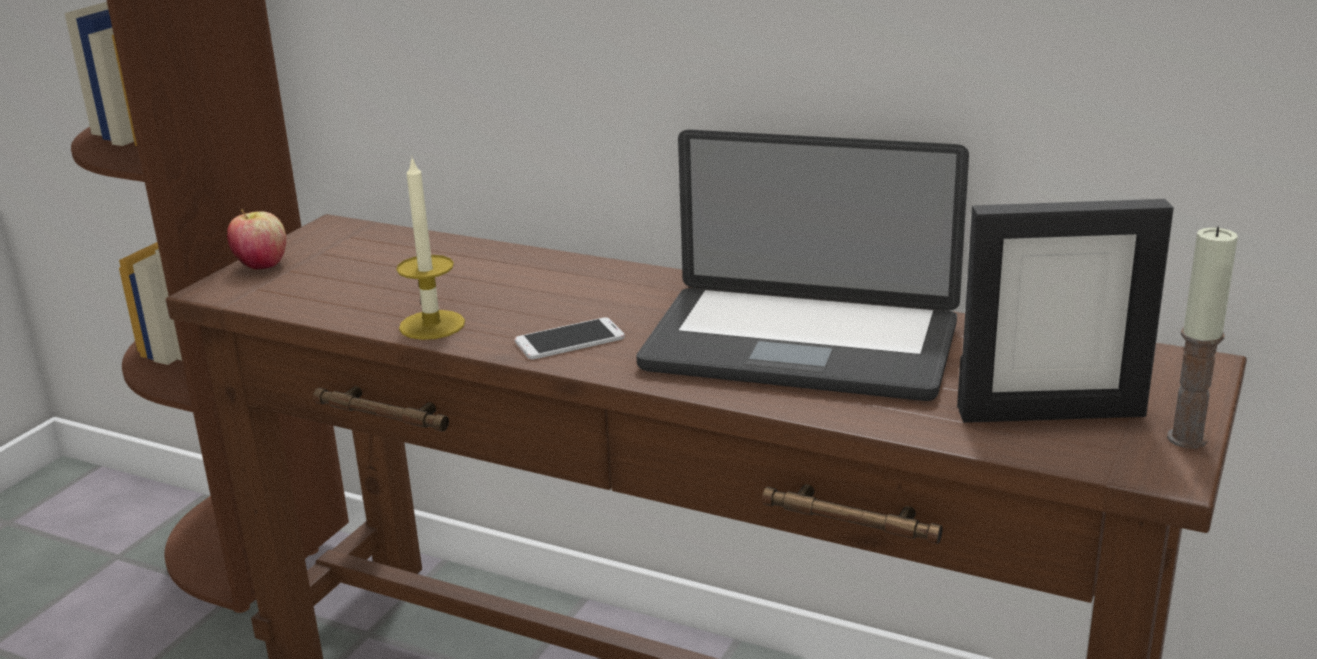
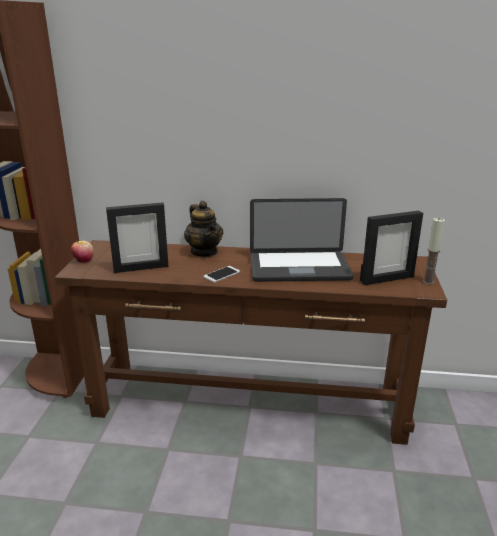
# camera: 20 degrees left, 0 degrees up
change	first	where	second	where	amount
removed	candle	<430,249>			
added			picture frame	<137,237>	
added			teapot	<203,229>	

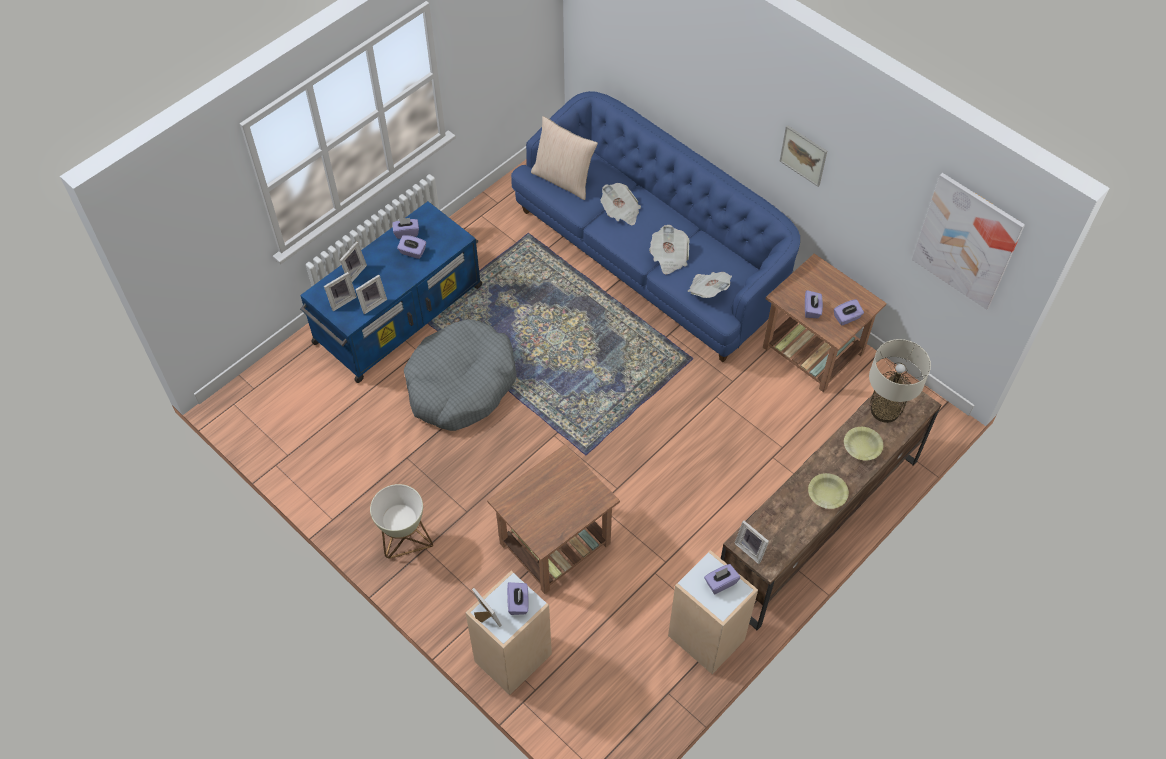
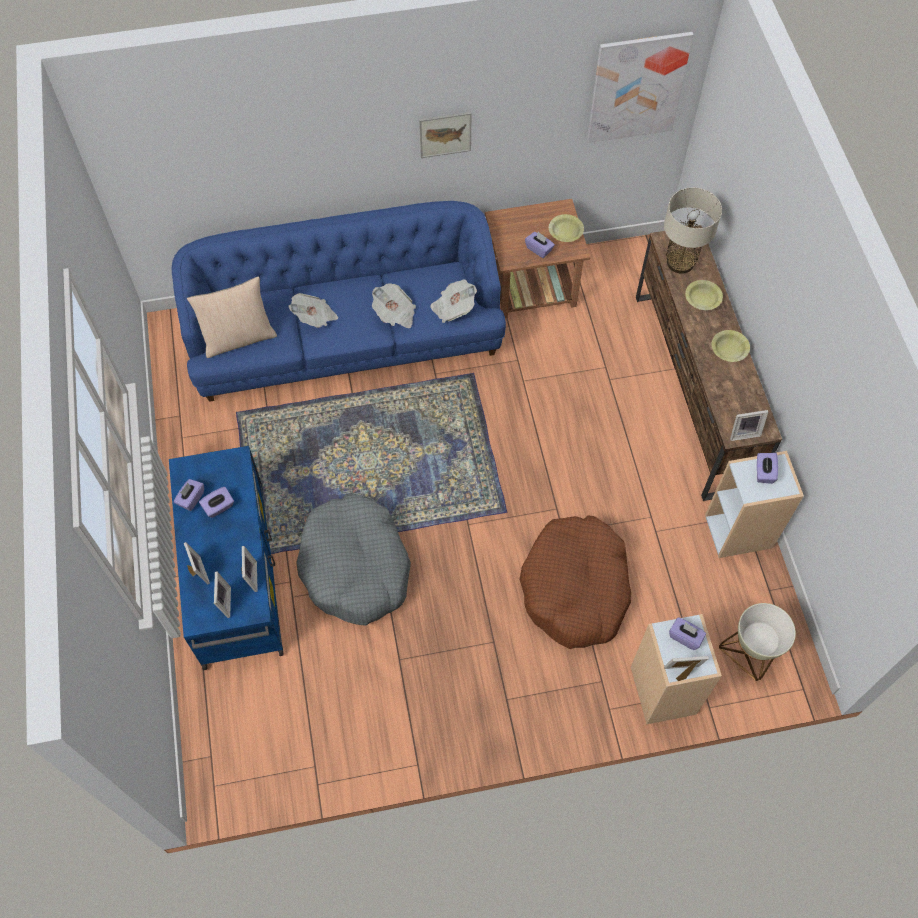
# camera: 55 degrees left, 5 degrees up
change	first	where	second	where	amount
moved	planter	<401,521>		<757,642>	
replaced	brown side table	<553,519>	brown dog bed	<575,582>	
replaced	purple tissue box	<849,312>	yellow bowl	<566,228>	

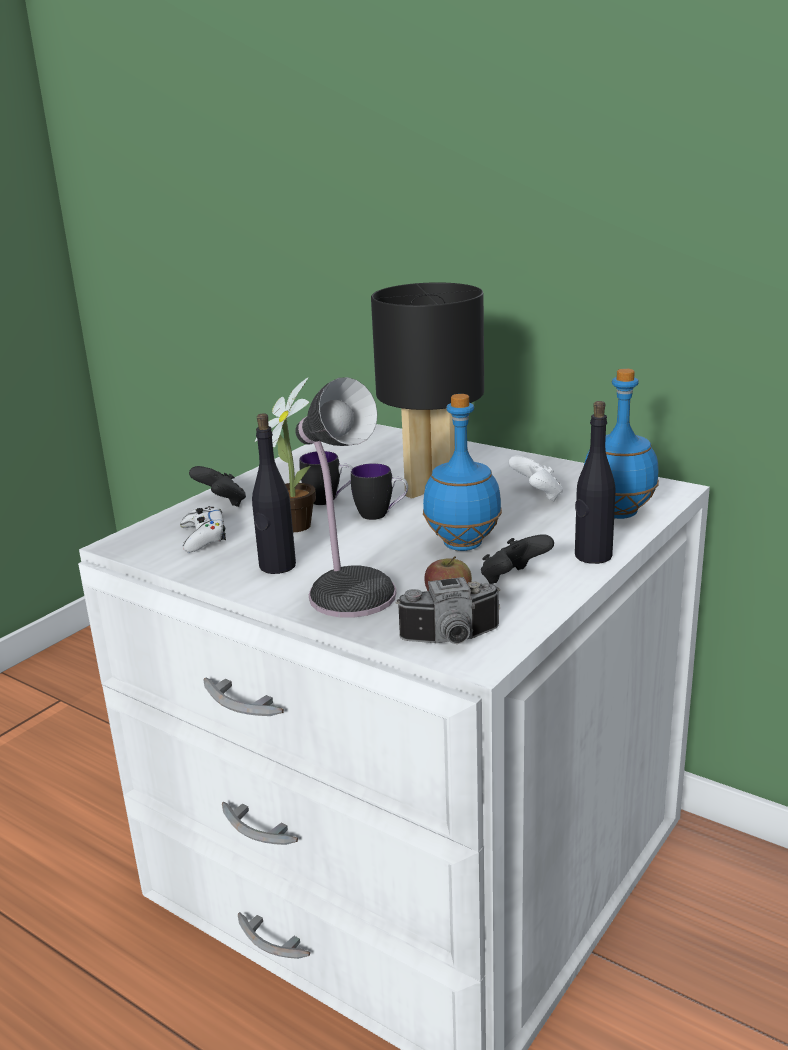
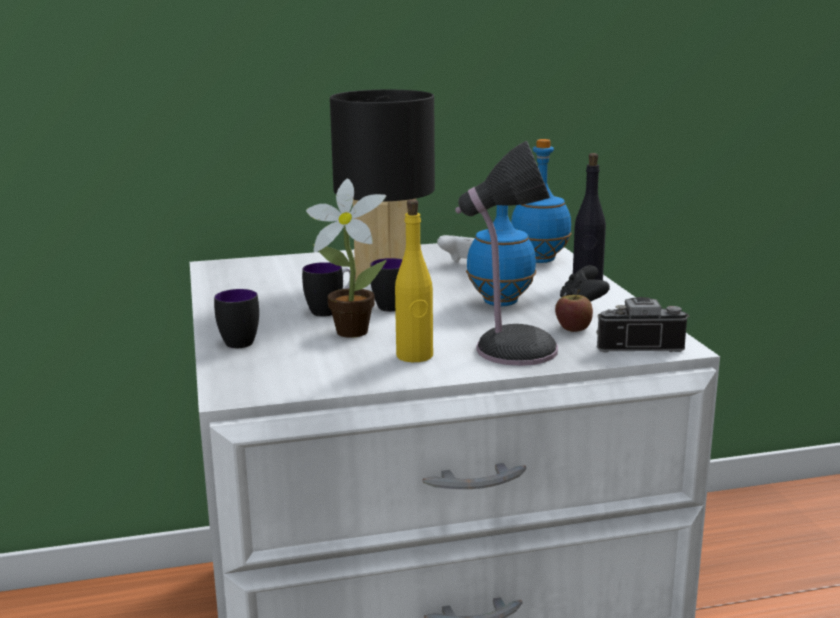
# camera: 50 degrees left, 5 degrees down
change	first	where	second	where	amount
removed	white game controller	<203,529>			
replaced	black game controller	<217,486>	mug	<236,318>	
recoloured	black bottle	<274,494>	yellow bottle	<414,280>	
turned	photo camera	<448,610>		<643,325>	120 degrees counterclockwise

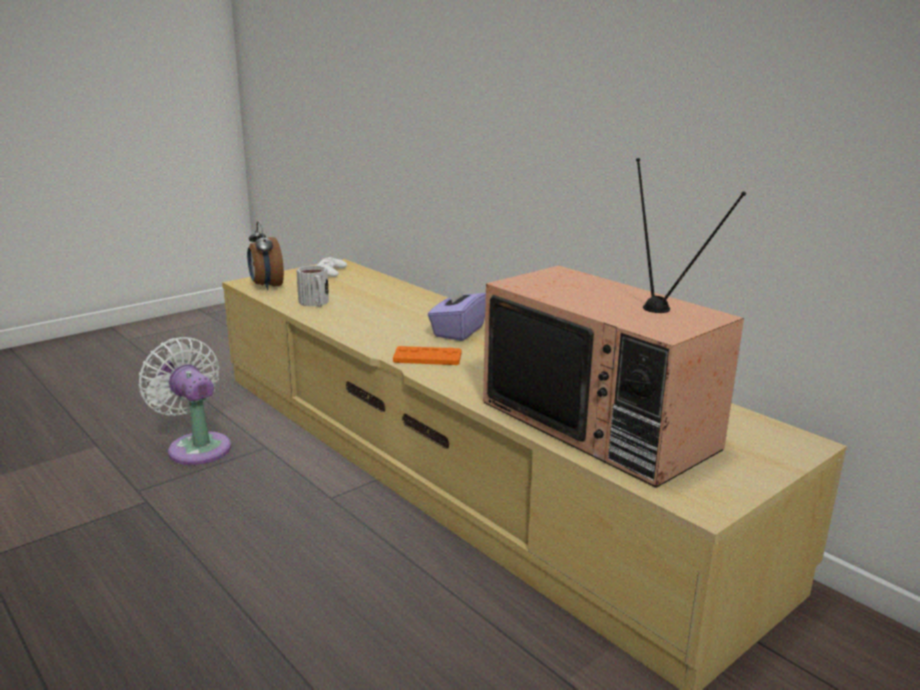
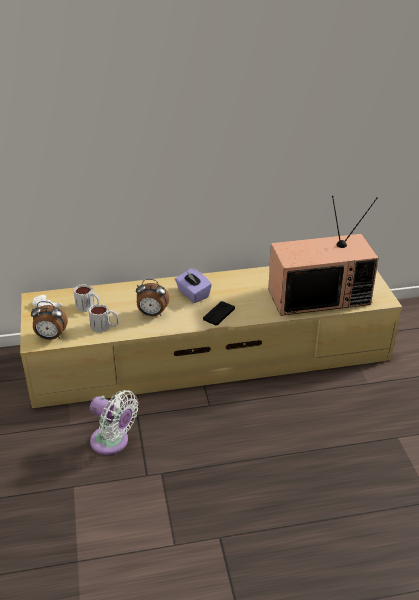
# camera: 60 degrees left, 15 degrees up
change	first	where	second	where	amount
added			mug	<86,298>	
added			alarm clock	<152,297>	
recoloured	orange game controller	<427,355>	black game controller	<219,313>	
turned	white fan	<185,401>		<114,422>	135 degrees counterclockwise

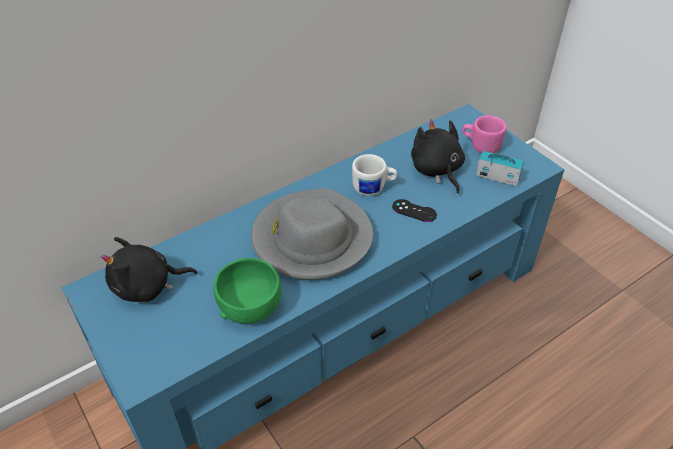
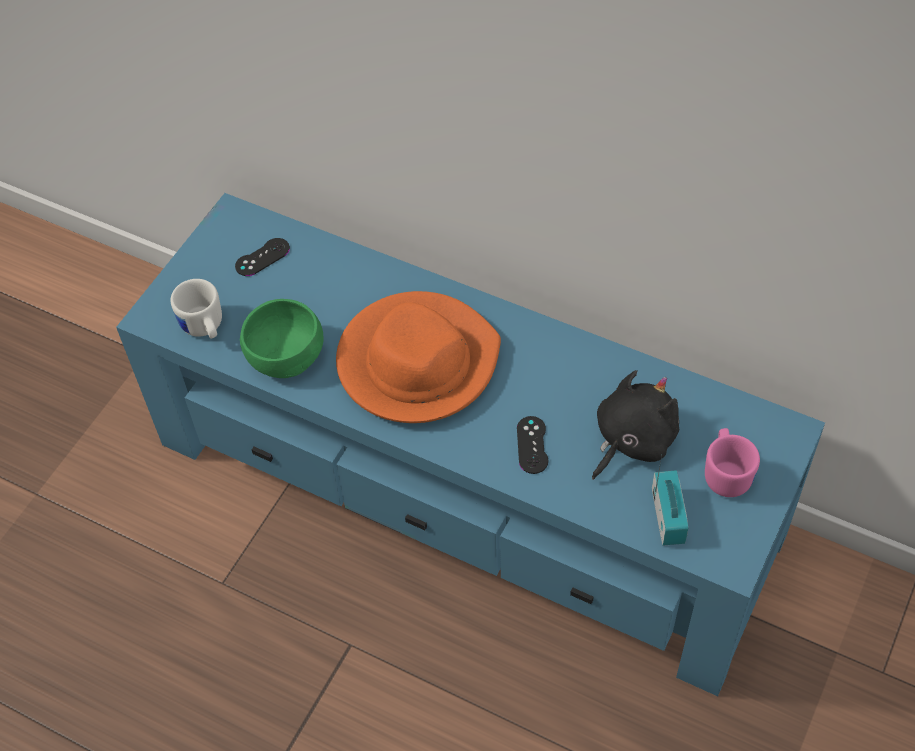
# camera: 65 degrees right, 10 degrees up
change	first	where	second	where	amount
moved	white mug	<374,175>		<196,309>	
replaced	black plush toy	<149,269>	black game controller	<262,257>	
recoloured	grey hat	<312,234>	orange hat	<418,357>	

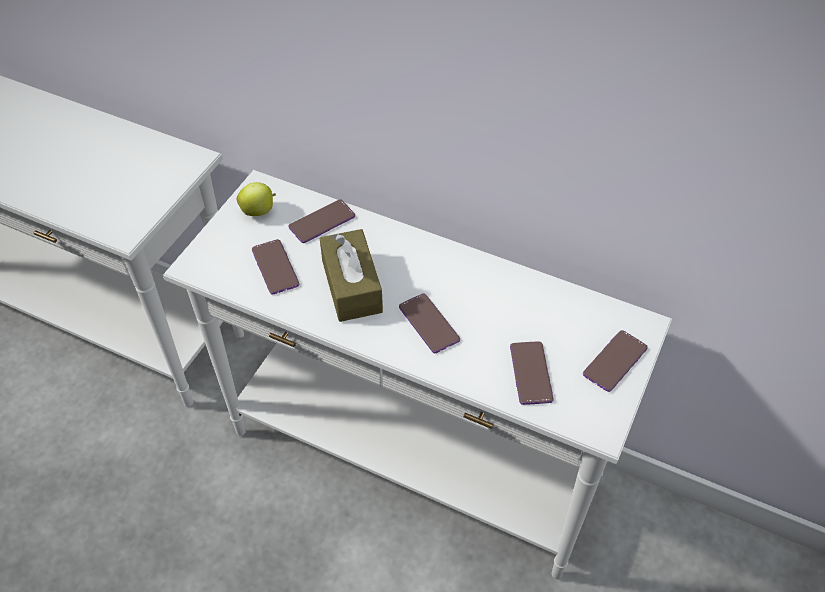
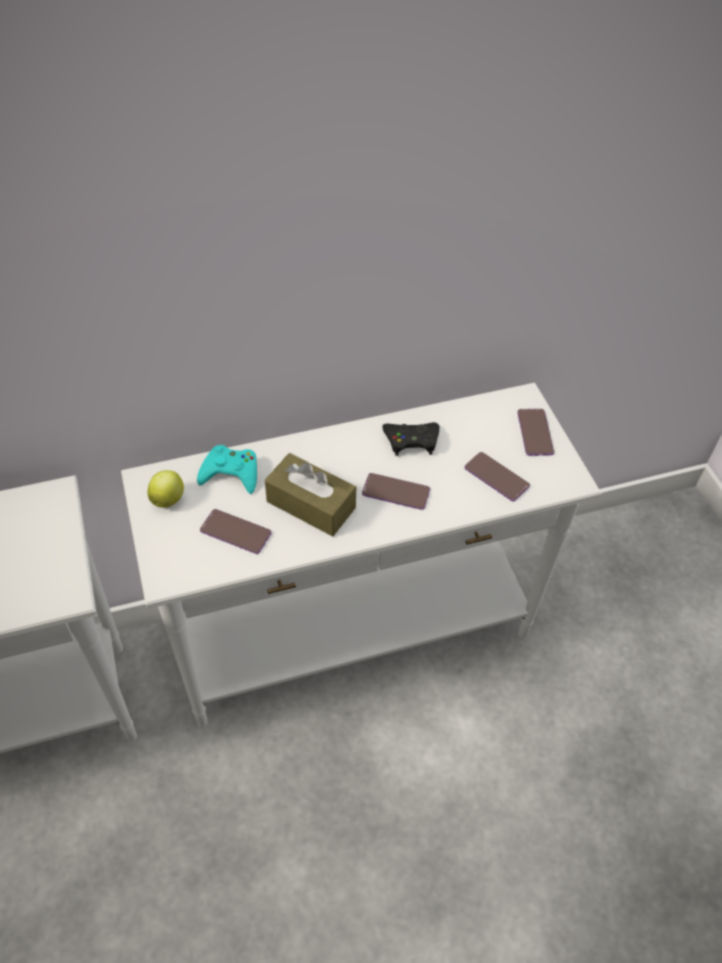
# camera: 45 degrees left, 0 degrees up
change	first	where	second	where	amount
added			black game controller	<410,439>	
replaced	phone	<321,221>	turquoise game controller	<227,469>	

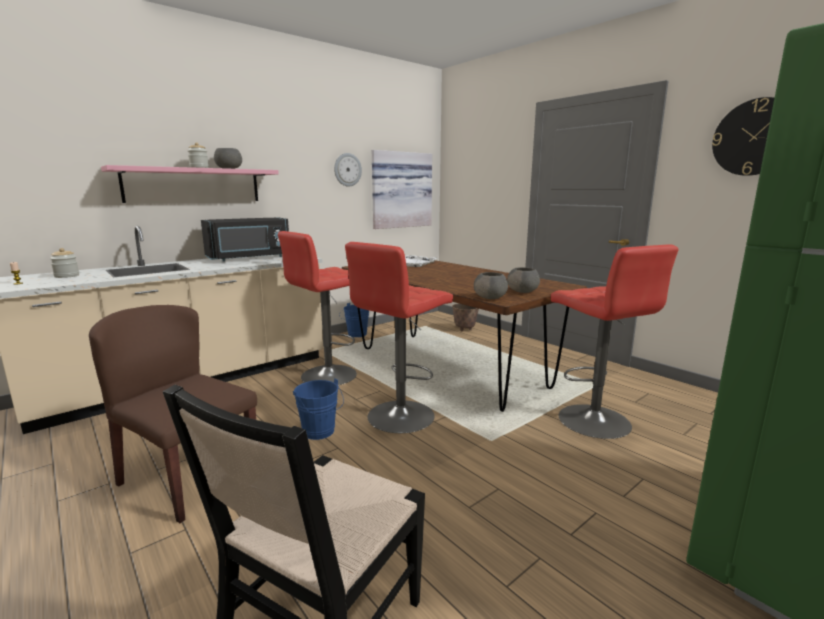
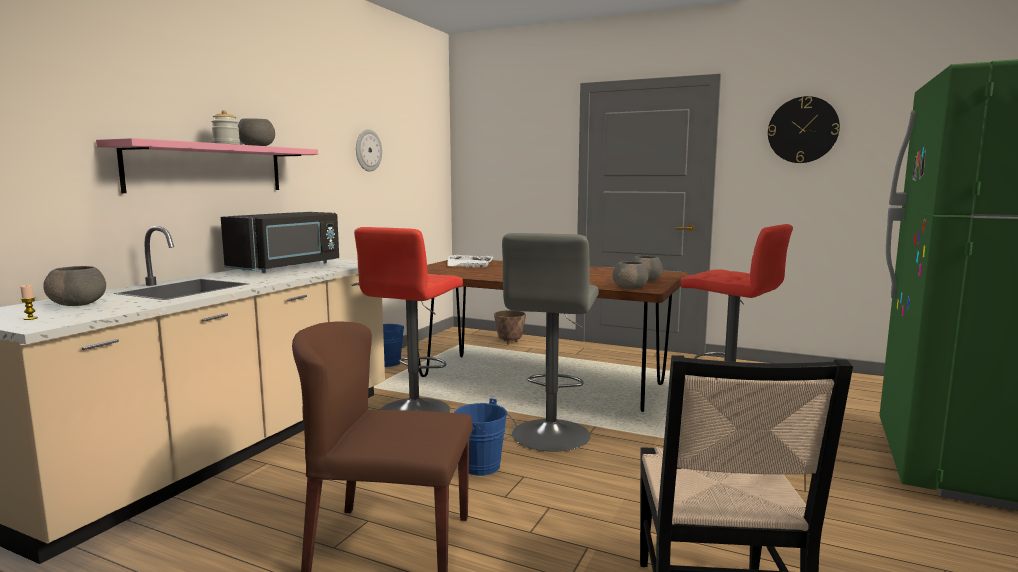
# camera: 25 degrees left, 5 degrees down
change	first	where	second	where	amount
removed	picture	<402,189>			
replaced	jar	<64,263>	grey bowl	<74,286>	
recoloured	red stool	<399,337>	grey stool	<550,342>	

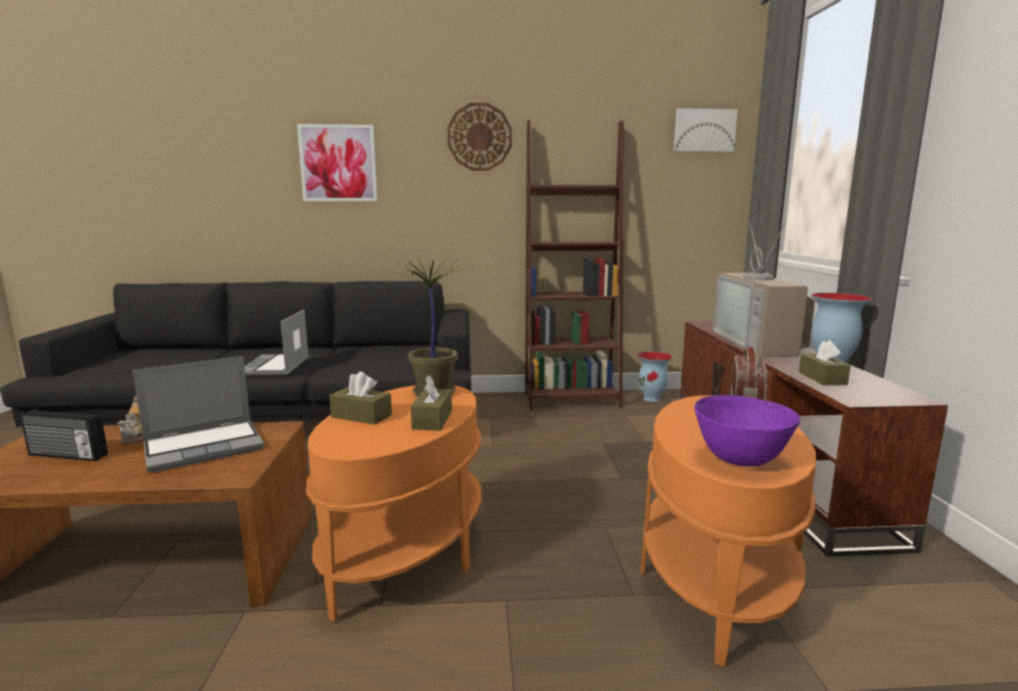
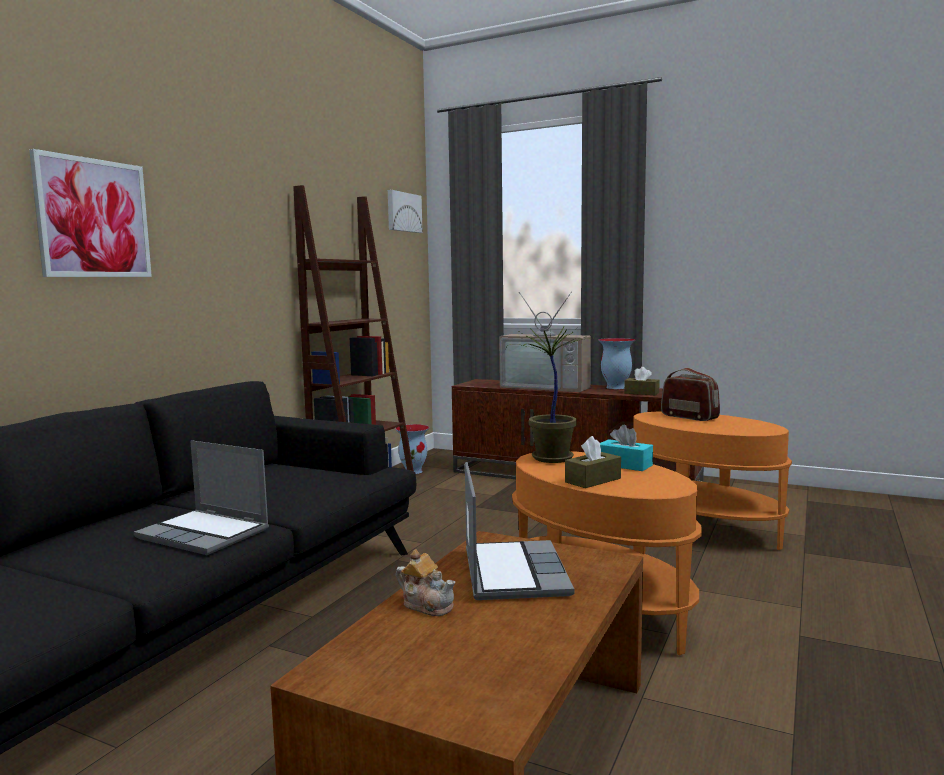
# camera: 60 degrees left, 5 degrees down
change	first	where	second	where	amount
removed	radio	<64,435>			
removed	wall clock	<479,137>			
removed	purple bowl	<747,430>			
recoloured	brown tissue box	<431,402>	turquoise tissue box	<626,448>	

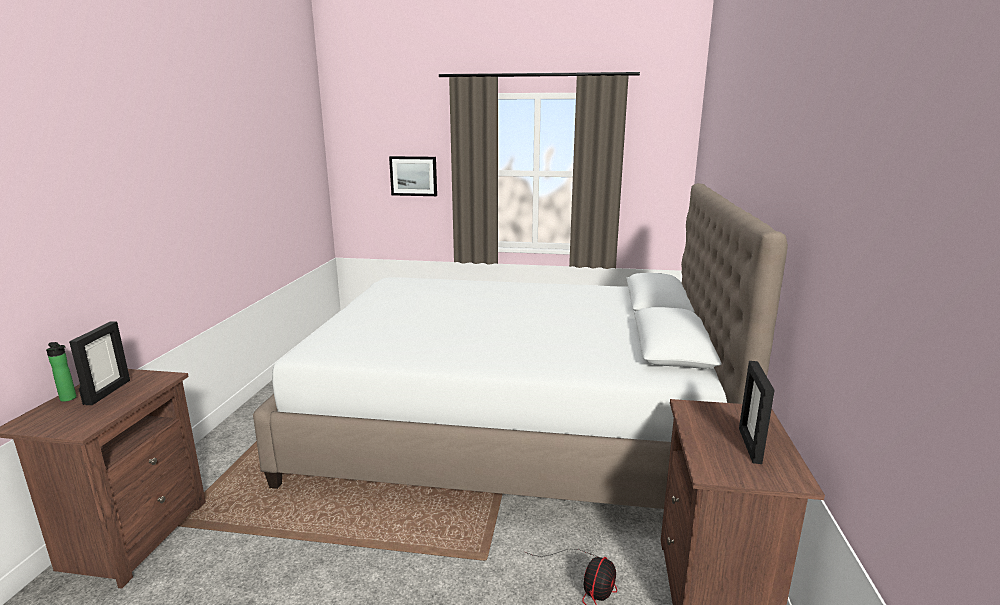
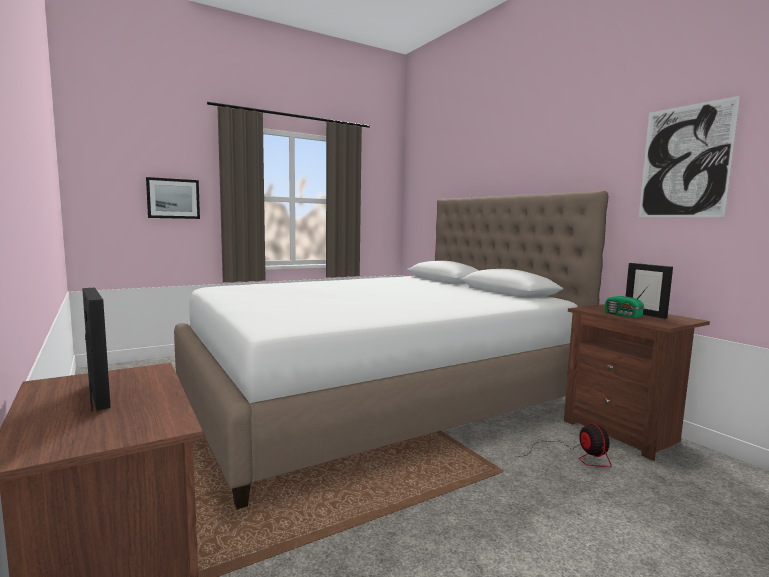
# camera: 40 degrees left, 10 degrees down
change	first	where	second	where	amount
removed	bottle	<61,372>			
added			radio	<627,301>	
added			picture	<689,156>	

